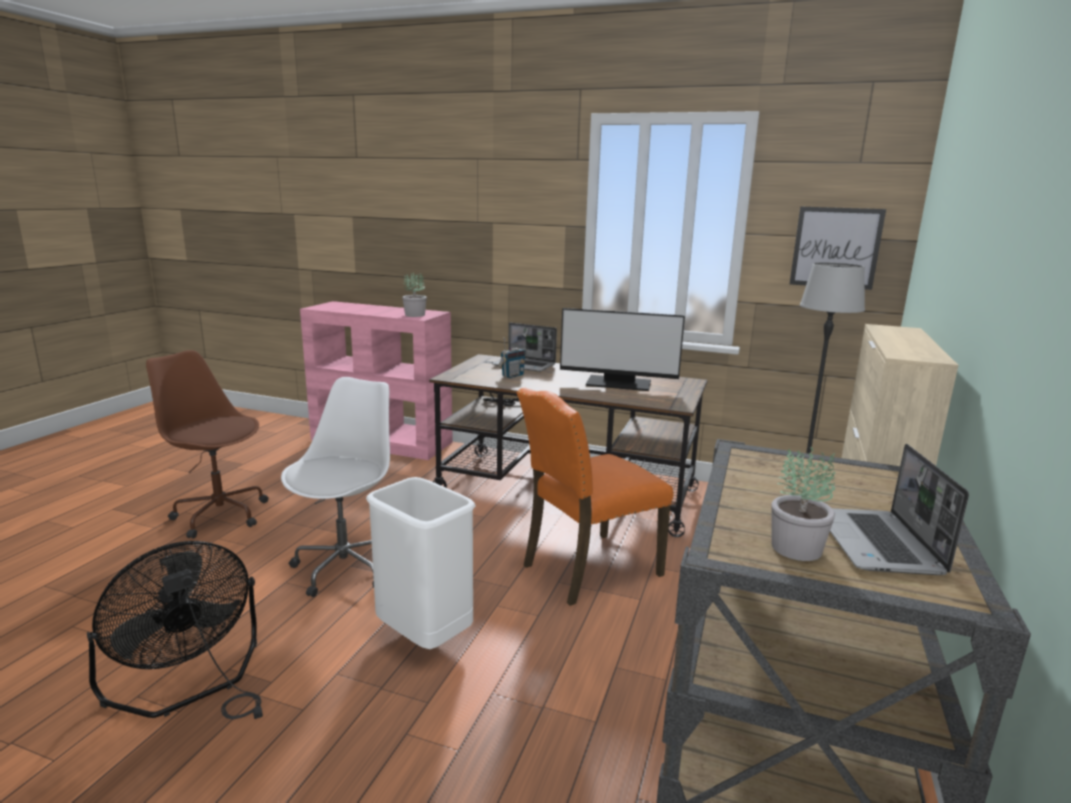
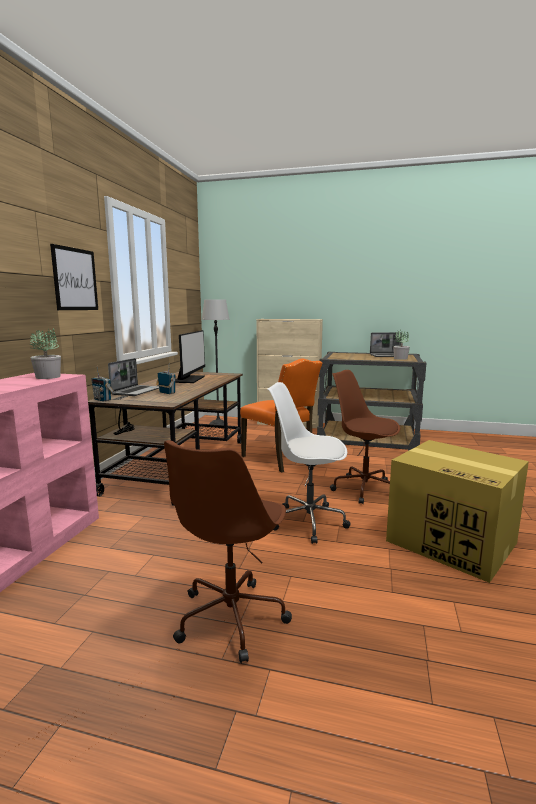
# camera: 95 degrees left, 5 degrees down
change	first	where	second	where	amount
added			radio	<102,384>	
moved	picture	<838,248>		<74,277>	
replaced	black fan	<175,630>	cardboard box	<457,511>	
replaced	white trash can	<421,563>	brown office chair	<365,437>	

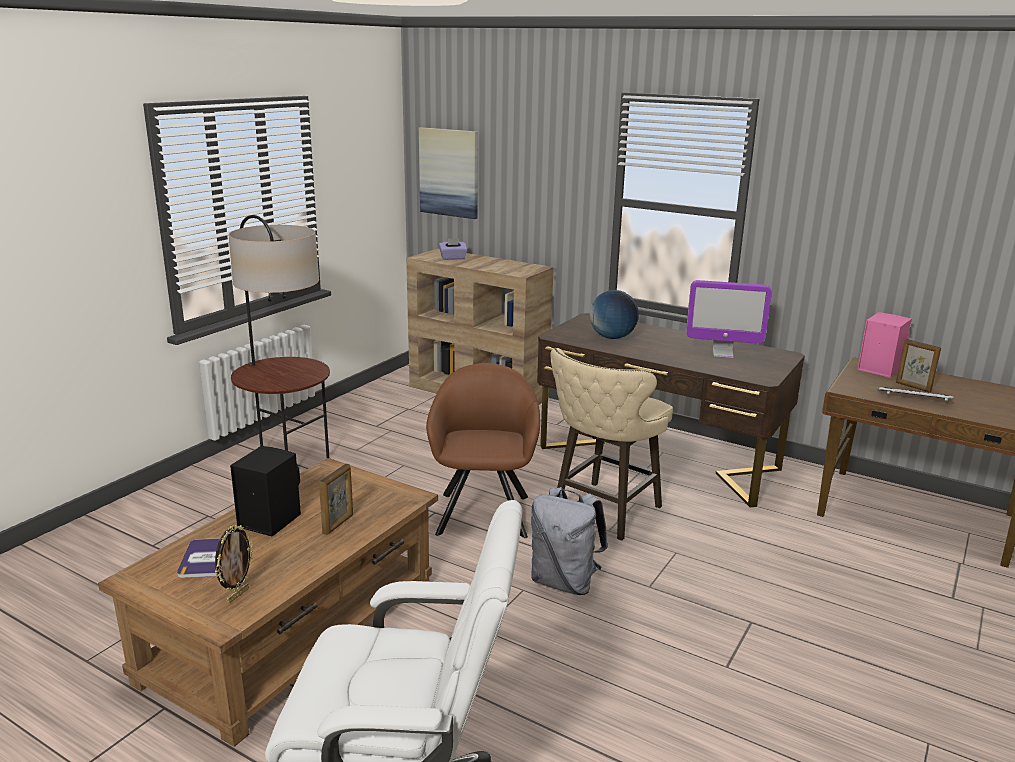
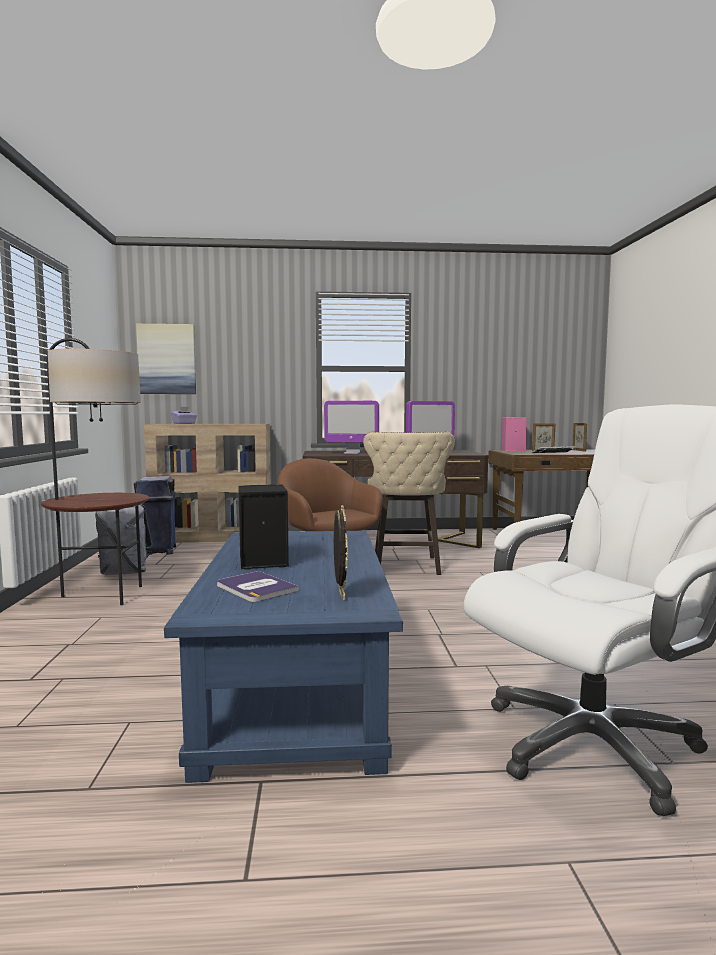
# camera: 35 degrees left, 15 degrees down
change	first	where	second	where	amount
added			blue trash can	<155,515>	
moved	picture frame	<336,499>		<579,437>	
moved	grey backpack	<569,541>		<124,540>	
replaced	globe	<614,314>	monitor	<351,427>	
recoloured	brown coffee table	<268,602>	blue coffee table	<283,656>	

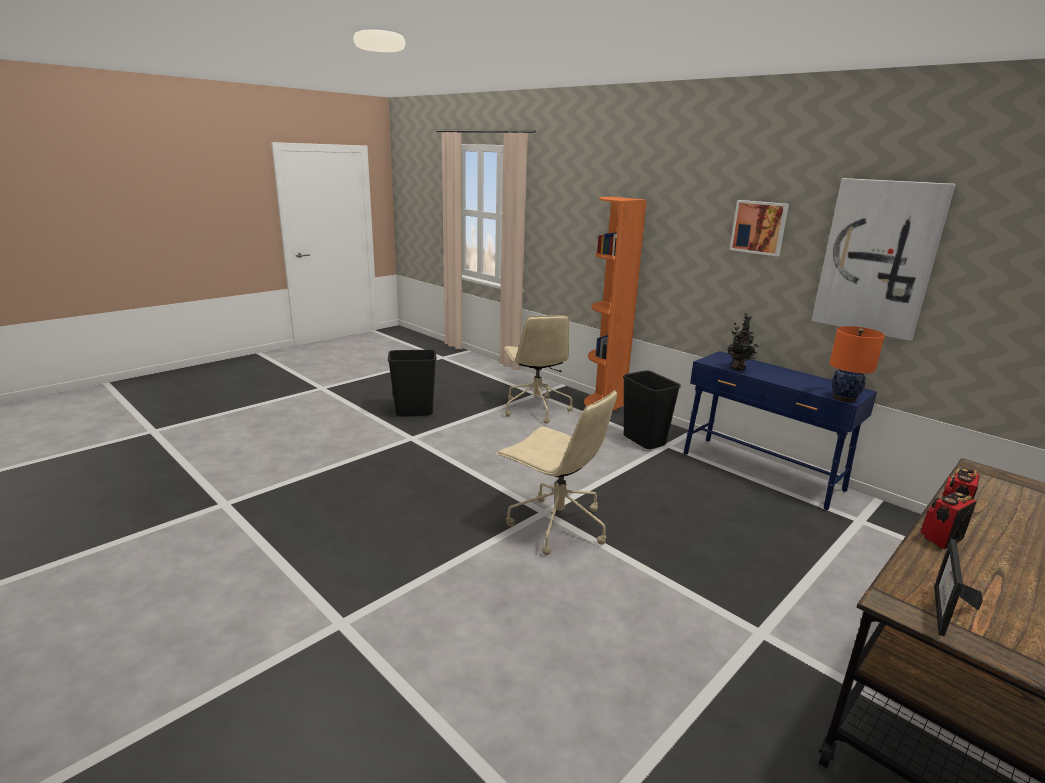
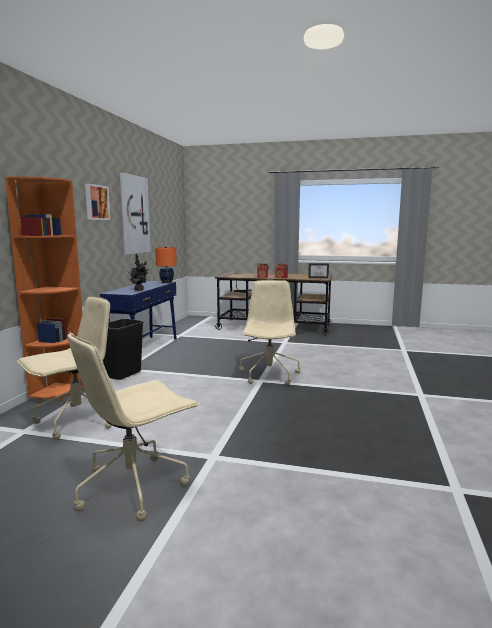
# camera: 120 degrees left, 10 degrees down
change	first	where	second	where	amount
replaced	black trash can	<412,383>	beige office chair	<133,426>	

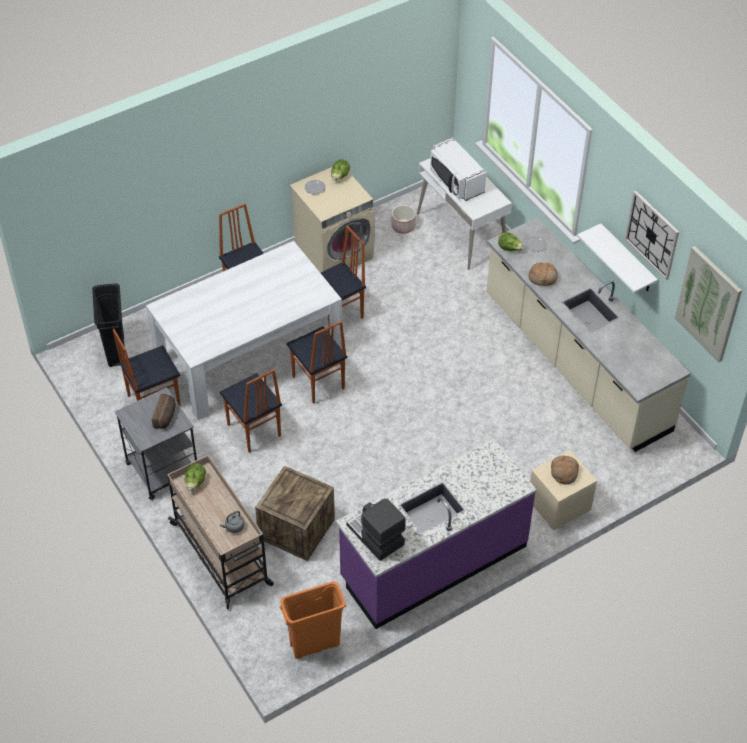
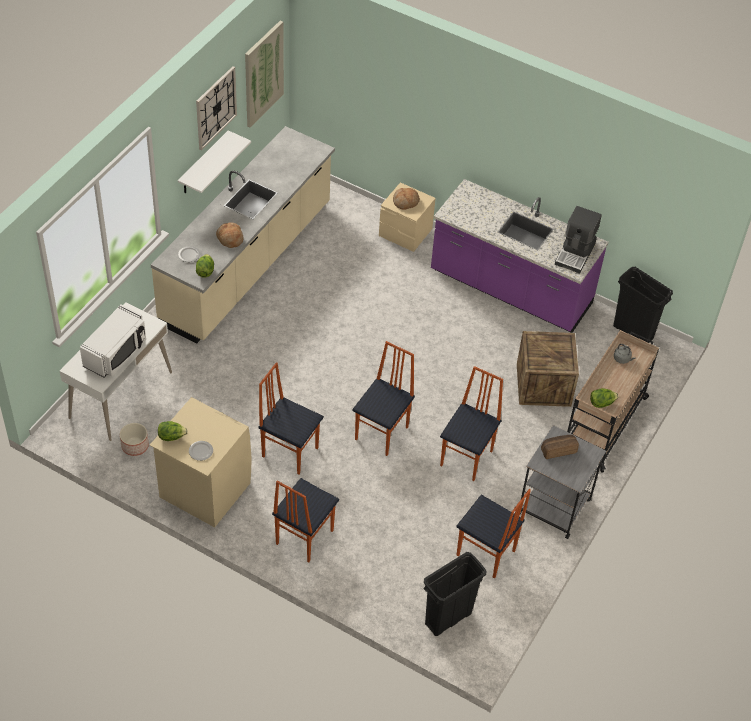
# camera: 120 degrees left, 0 degrees up
change	first	where	second	where	amount
removed	white dining table	<244,330>			
recoloured	orange trash can	<313,620>	black trash can	<643,305>	

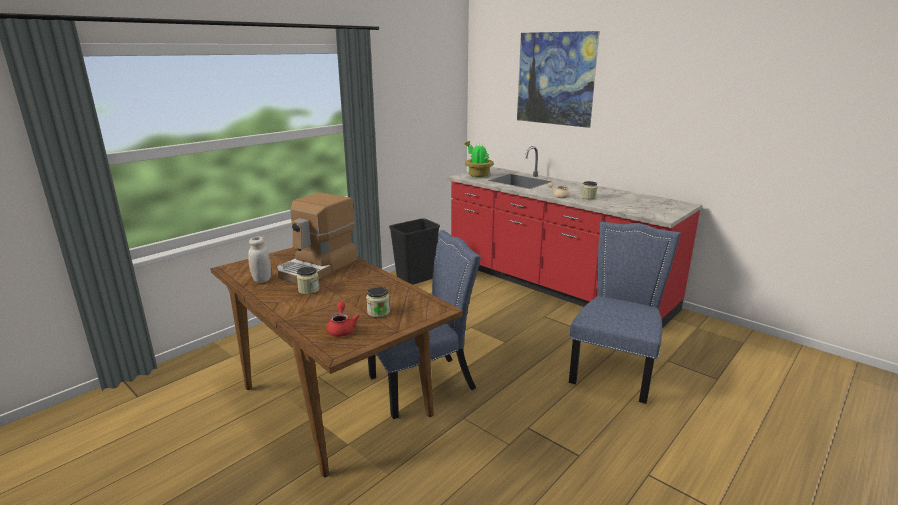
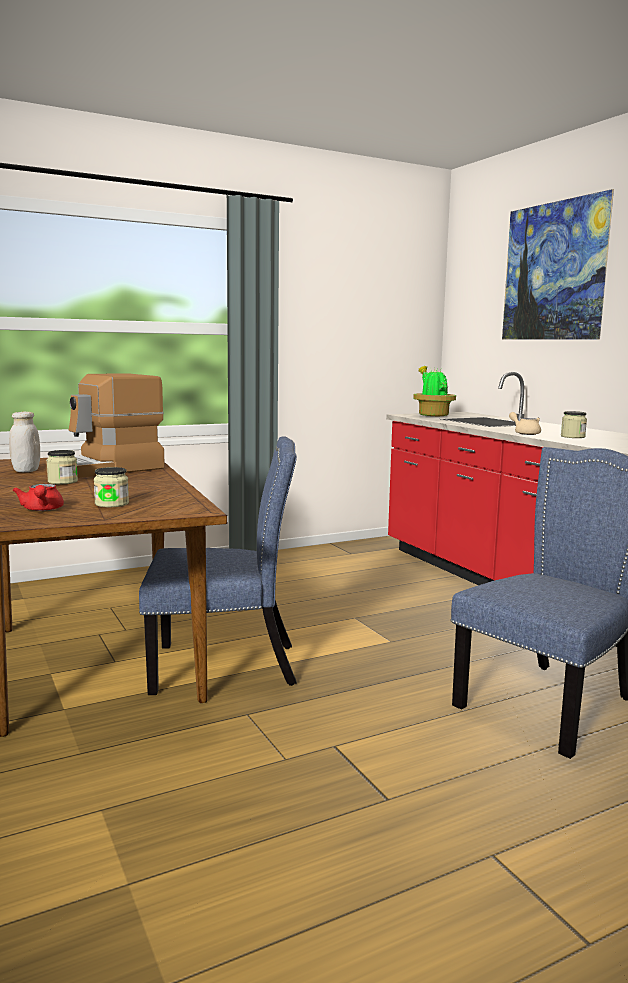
# camera: 20 degrees right, 10 degrees down
change	first	where	second	where	amount
removed	black trash can	<414,251>			
turned	red teapot	<343,319>		<38,497>	150 degrees clockwise

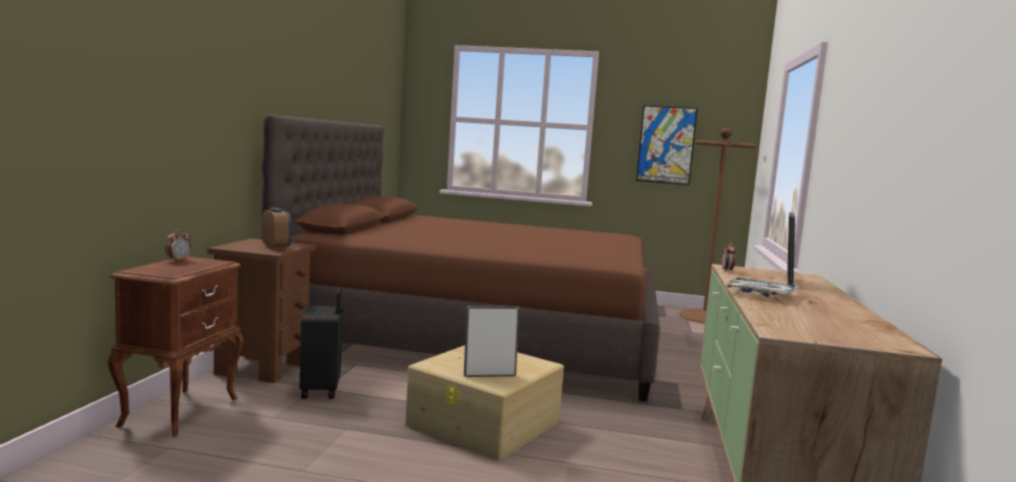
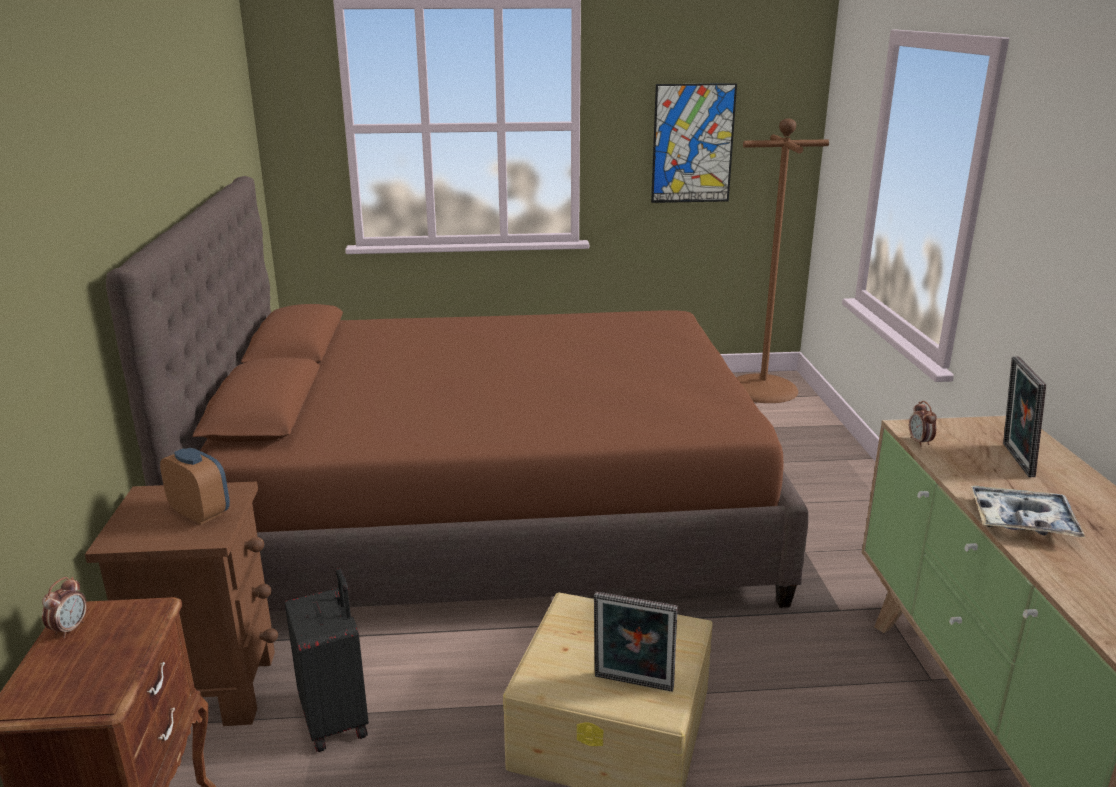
# camera: 15 degrees left, 15 degrees up
change	first	where	second	where	amount
turned	picture frame	<491,341>		<636,642>	135 degrees counterclockwise

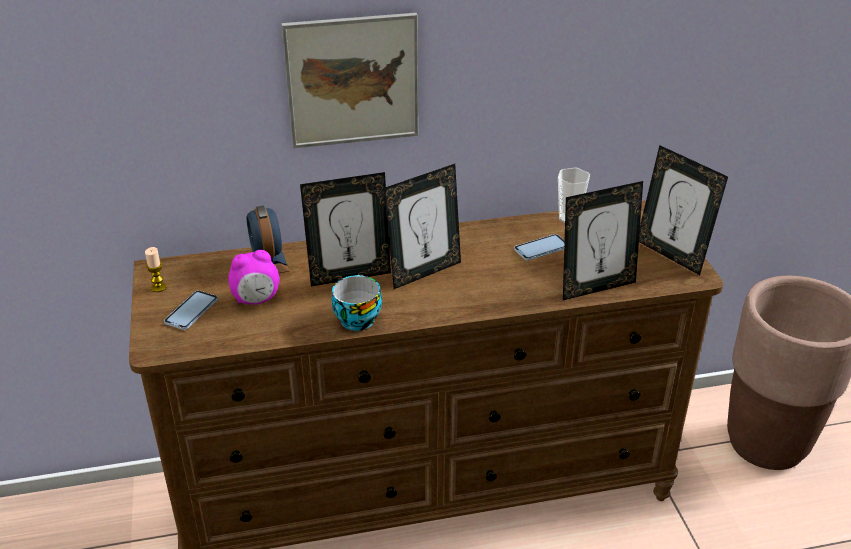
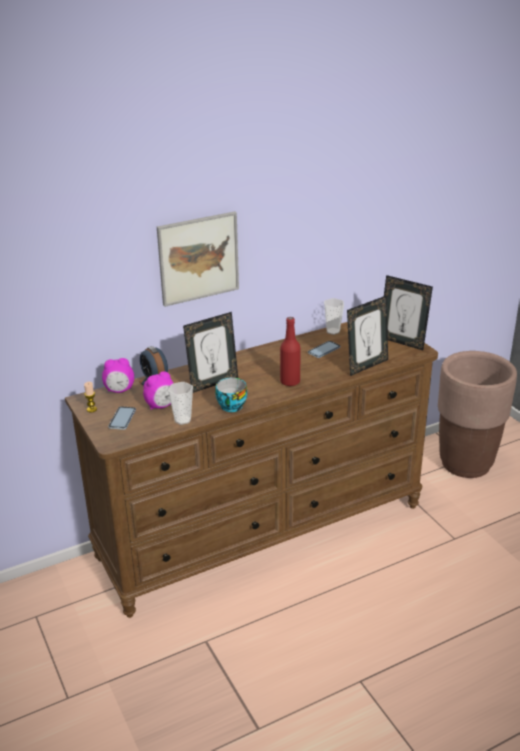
# camera: 15 degrees left, 5 degrees down
change	first	where	second	where	amount
removed	picture frame	<422,226>			
added			alarm clock	<118,375>	
added			cup	<180,403>	
added			red bottle	<290,351>	

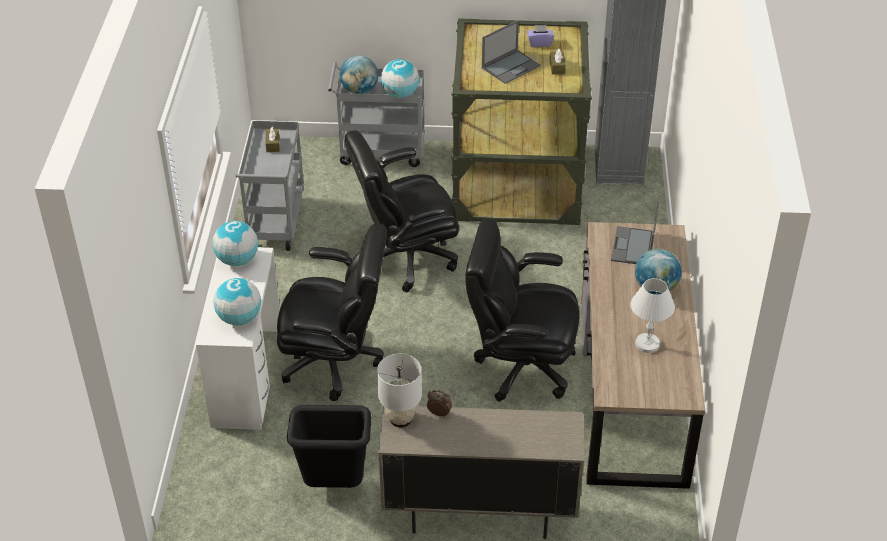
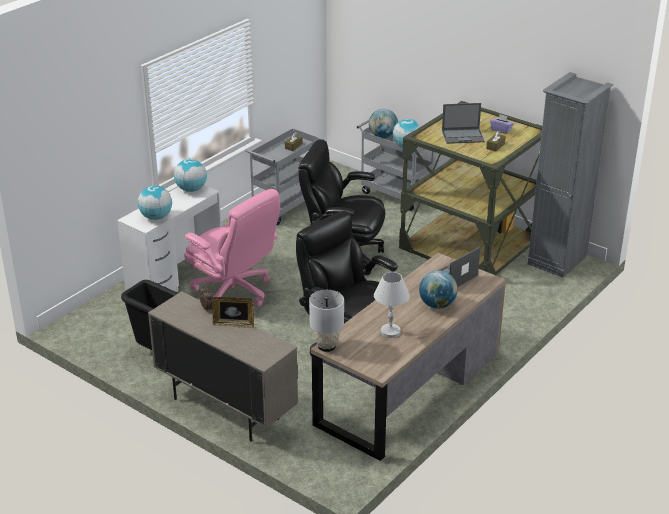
# camera: 35 degrees right, 10 degrees down
change	first	where	second	where	amount
added			picture frame	<233,312>	
moved	white table lamp	<399,390>		<326,321>	
recoloured	black office chair	<332,312>	pink office chair	<232,248>	

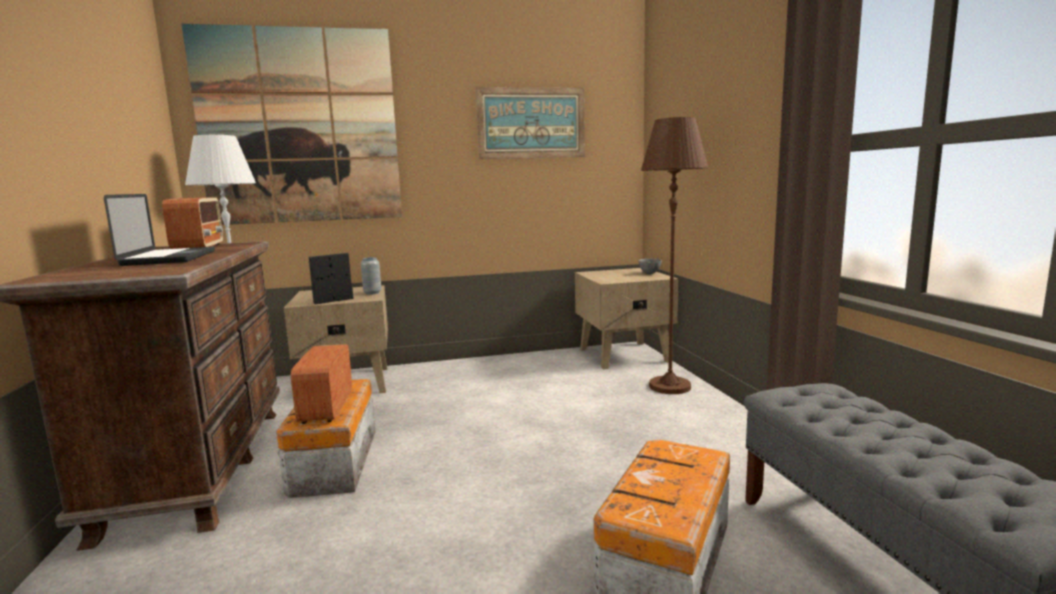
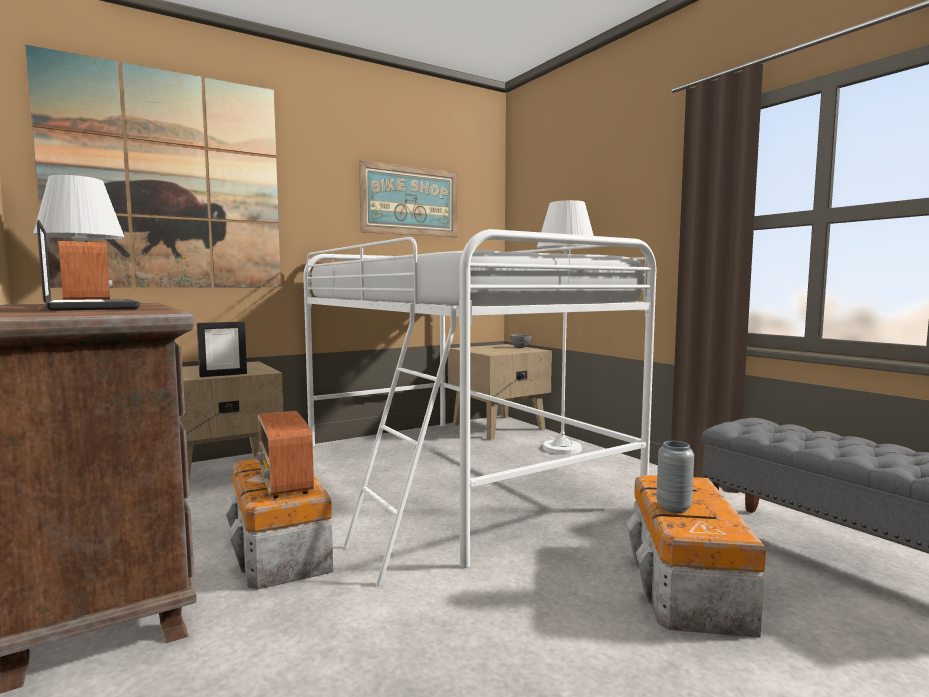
# camera: 20 degrees left, 5 degrees down
change	first	where	second	where	amount
added			white bed	<479,407>	
moved	grey vase	<371,276>		<675,477>	
recoloured	brown floor lamp	<674,255>	white floor lamp	<565,327>	
turned	picture frame	<331,279>		<222,349>	150 degrees counterclockwise

